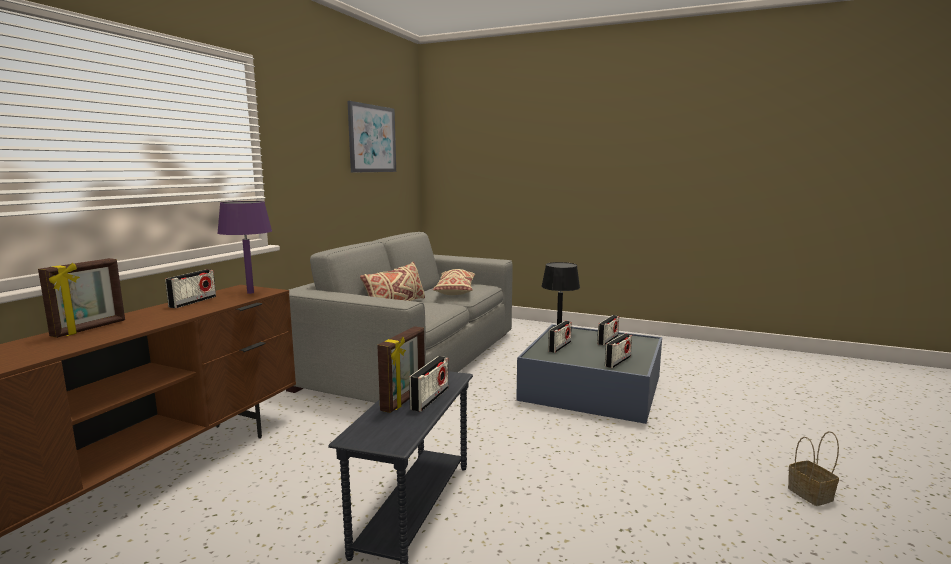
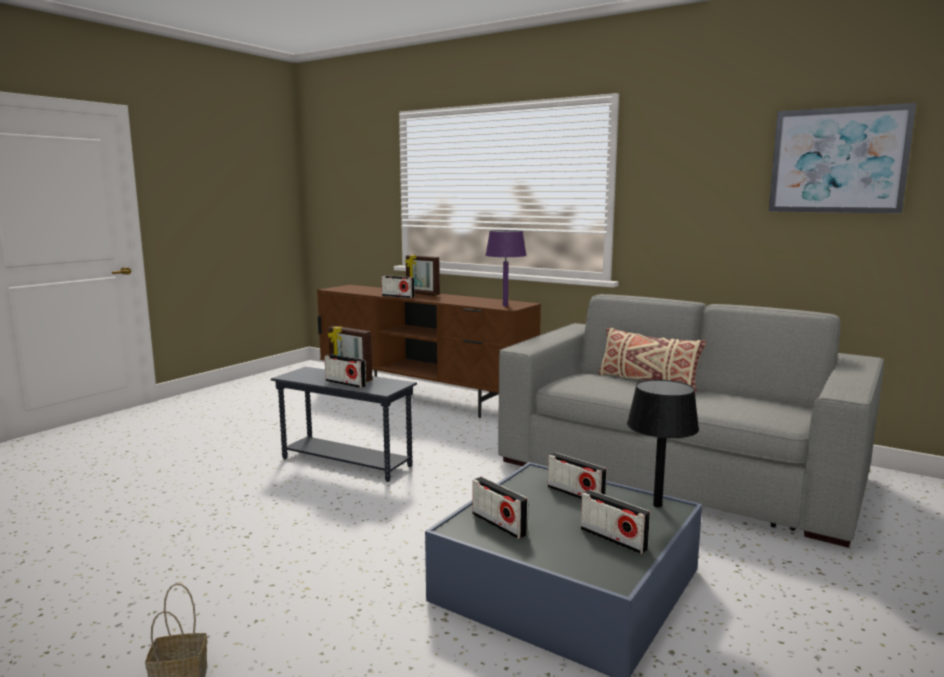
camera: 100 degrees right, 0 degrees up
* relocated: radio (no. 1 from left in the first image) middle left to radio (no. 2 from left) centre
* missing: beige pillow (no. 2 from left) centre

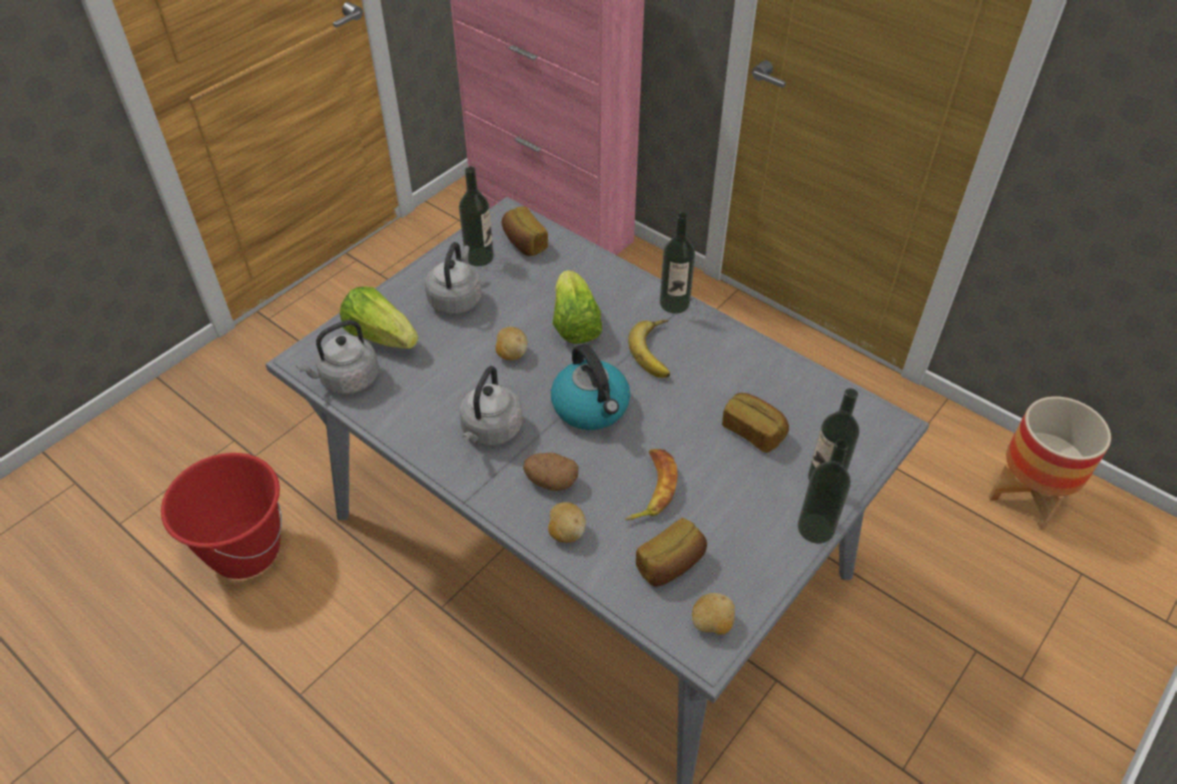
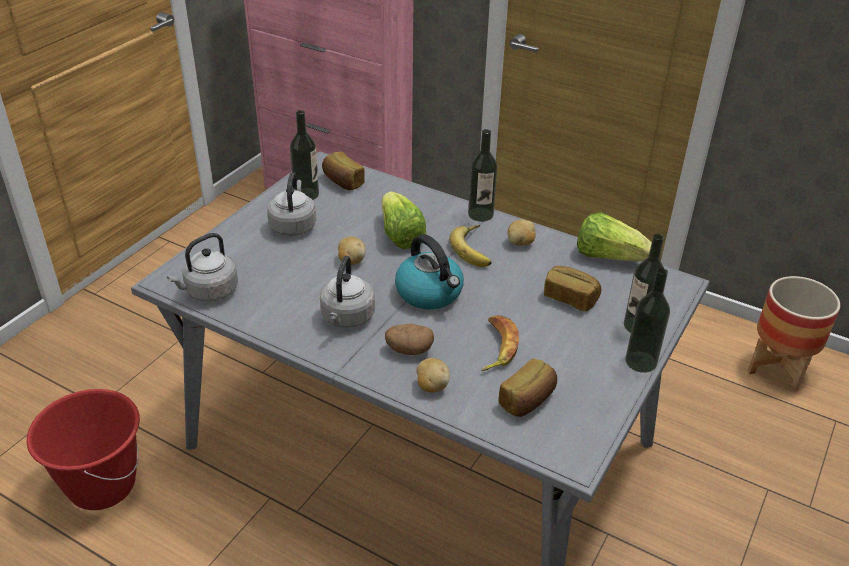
camera: 10 degrees left, 10 degrees down
* relocated: potato (no. 4 from left) bottom centre to centre
* relocated: lettuce (no. 1 from left in the first image) middle left to lettuce (no. 2 from left) middle right

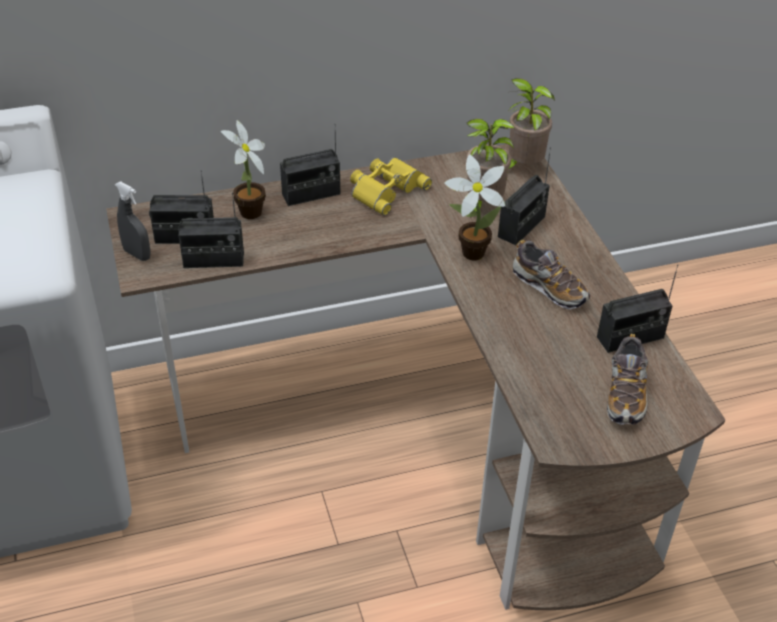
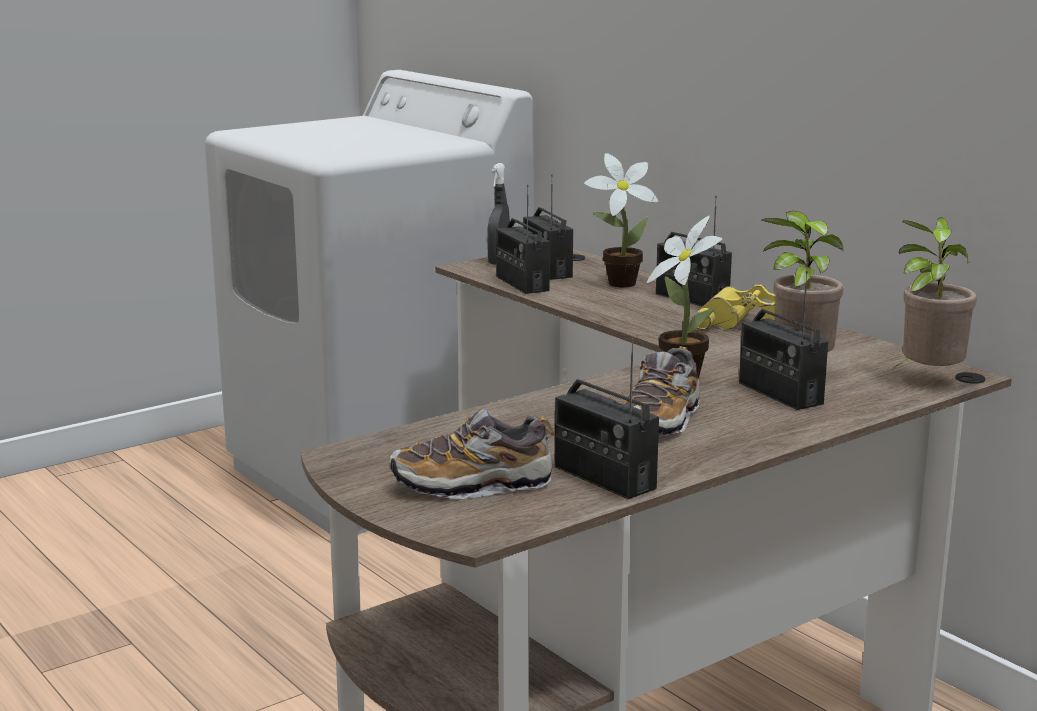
camera: 70 degrees right, 25 degrees down
* spun: radio (no. 4 from left in the first image) top right = middle right 45 degrees clockwise

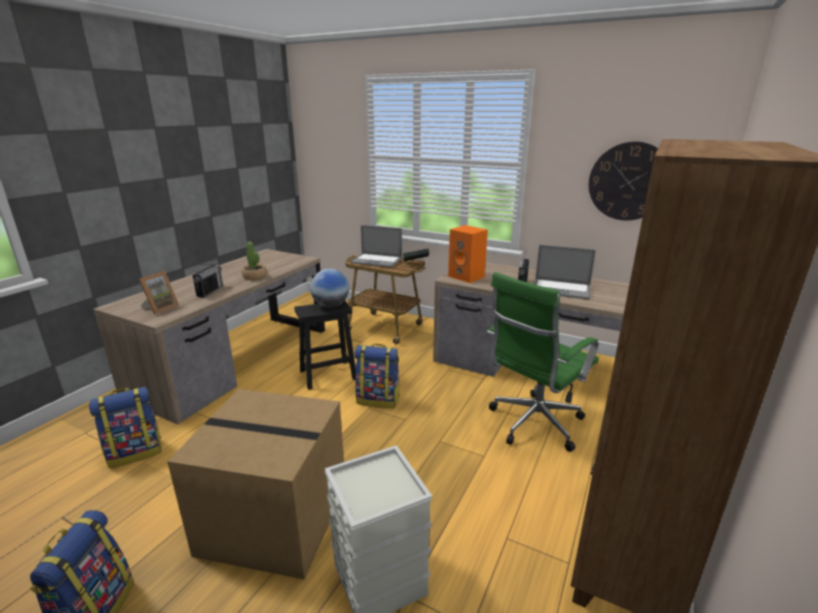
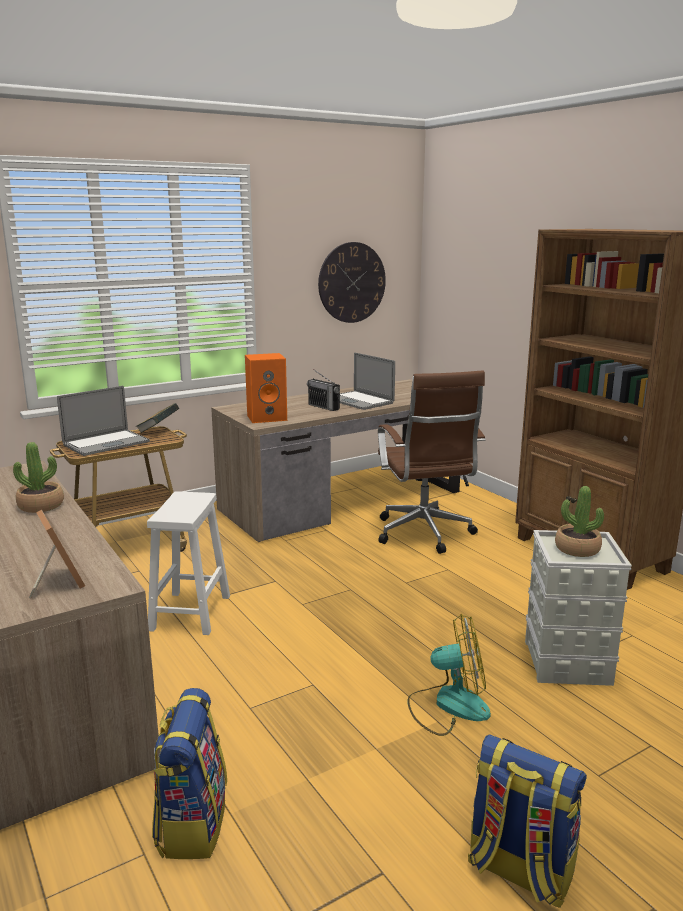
camera: 60 degrees left, 5 degrees down
* colour: blackish sitting stool centre to whitish sitting stool middle left
* spun: notebook computer (no. 2 from left) middle right = centre 90 degrees clockwise
* colour: green office chair centre to brownish office chair centre
* exchanged: packing box bottom left to electric fan bottom centre
* appeared: plant in a pot (no. 2 from left) middle right
* missing: radio (no. 1 from left) middle left
* missing: globe centre
* missing: rucksack (no. 3 from left) centre

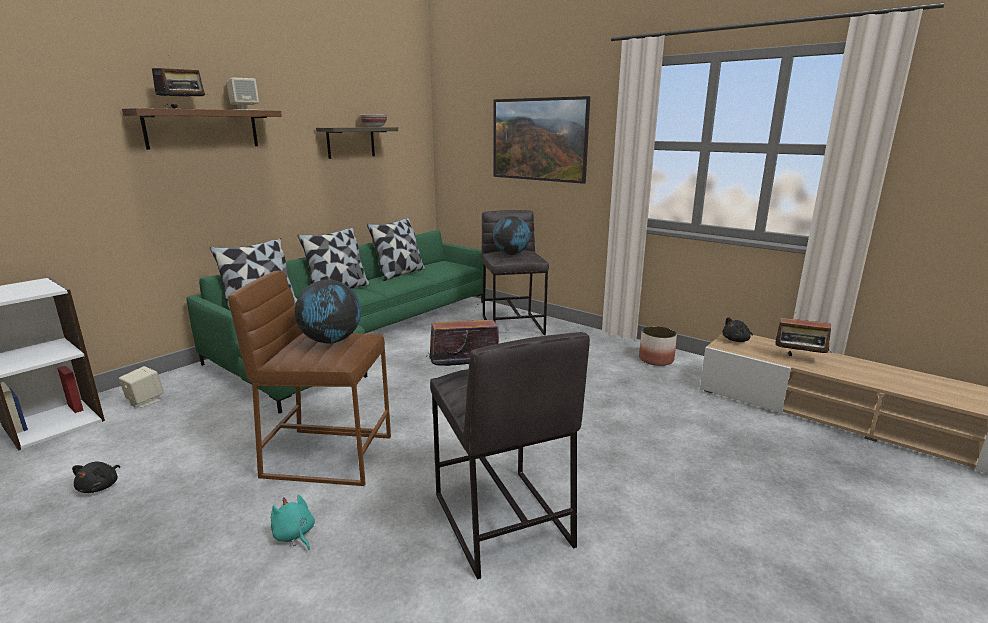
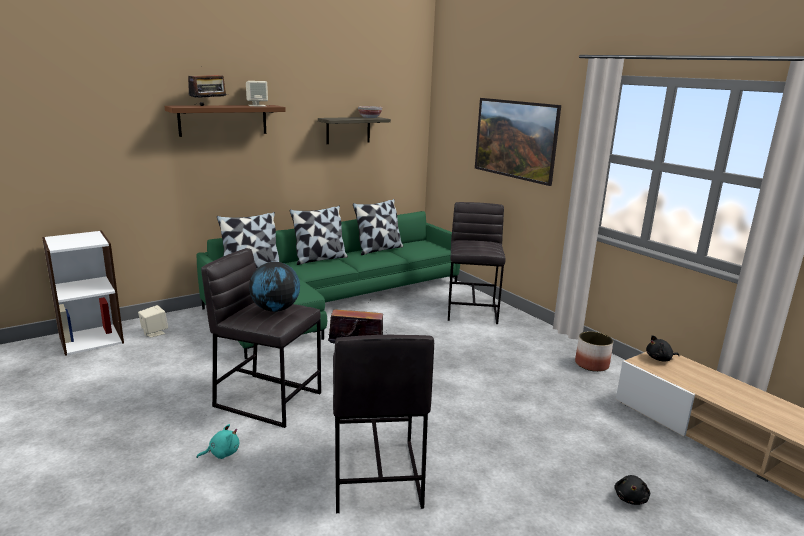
camera: 15 degrees right, 0 degrees up
* spun: blue-green cuddly toy bottom left = bottom left 90 degrees clockwise
* colour: brownish sitting stool middle left to greyish sitting stool (no. 1 from left) middle left
* relocated: blackish cuddly toy (no. 1 from left) bottom left to bottom right
* missing: globe (no. 2 from left) centre
* missing: radio (no. 3 from left) middle right

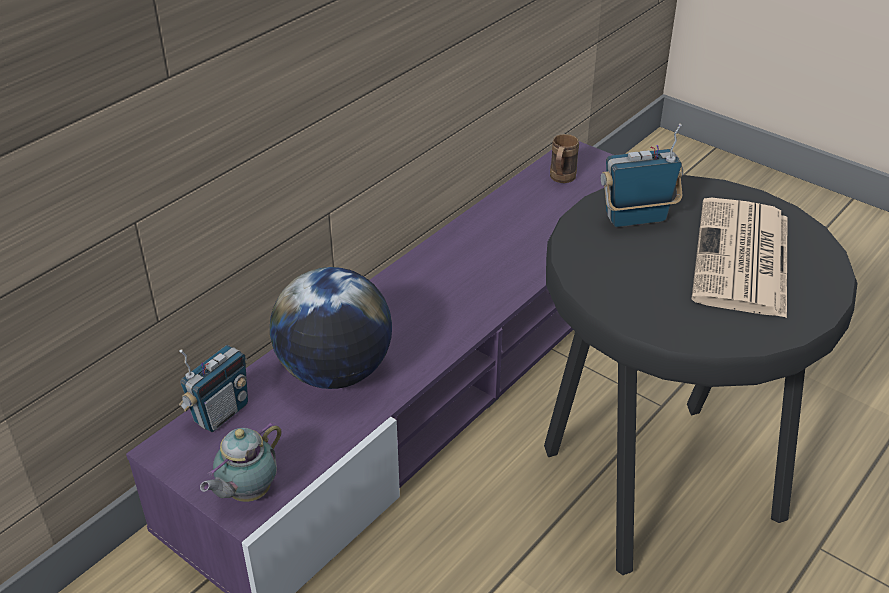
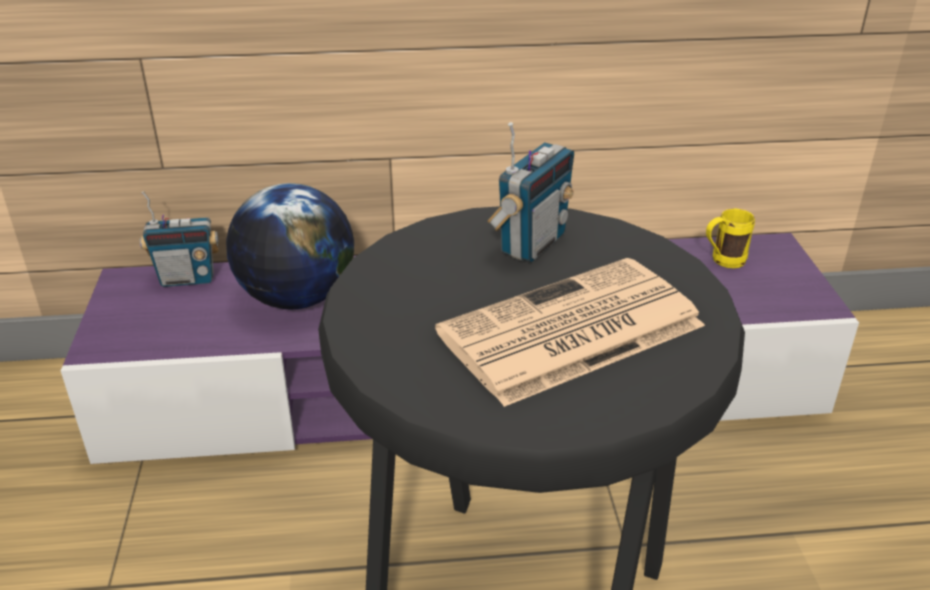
camera: 45 degrees right, 5 degrees down
* spun: radio (no. 2 from left) top right = top centre 90 degrees clockwise
* colour: brownish mug top centre to yellow mug middle right
* missing: tea pot bottom left

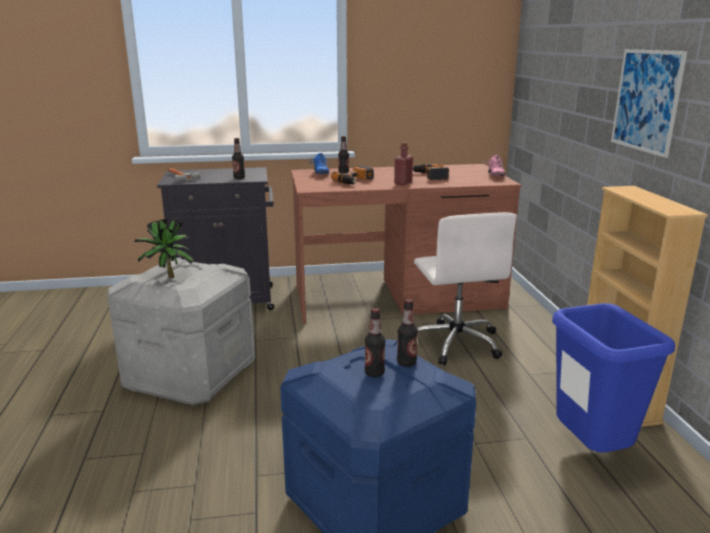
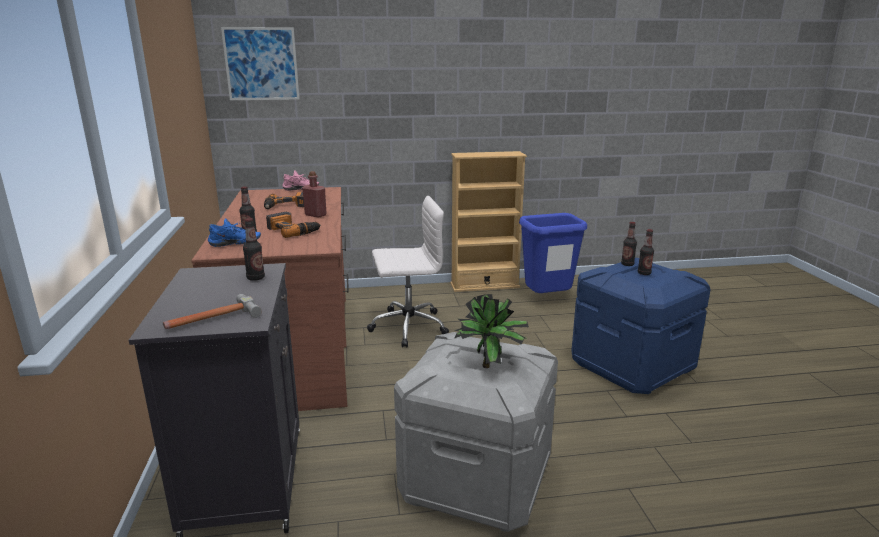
camera: 90 degrees left, 0 degrees up
* relocated: wall art top right to top left

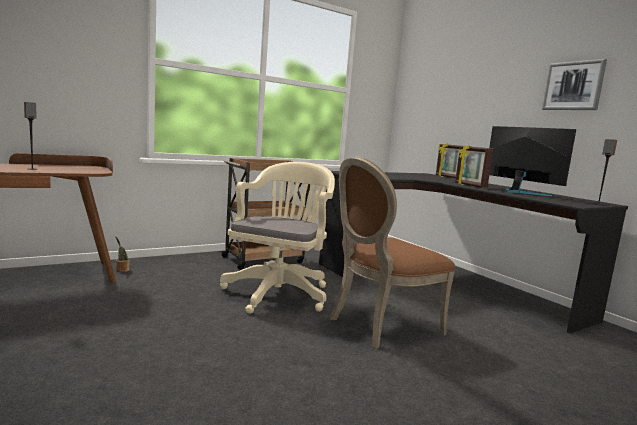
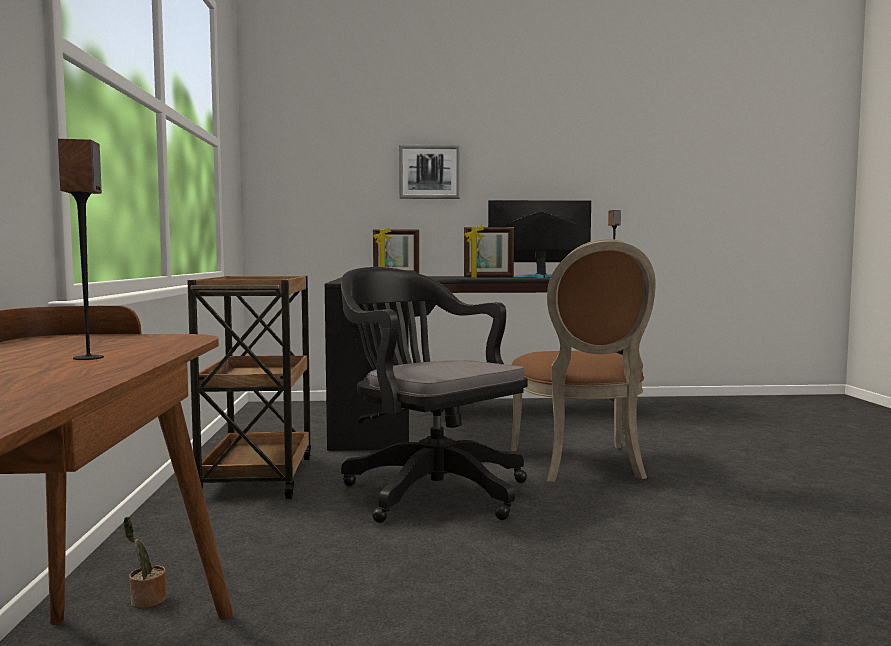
camera: 60 degrees left, 5 degrees down
* colour: beige office chair centre to blackish office chair centre
* relocated: wall art top right to top centre

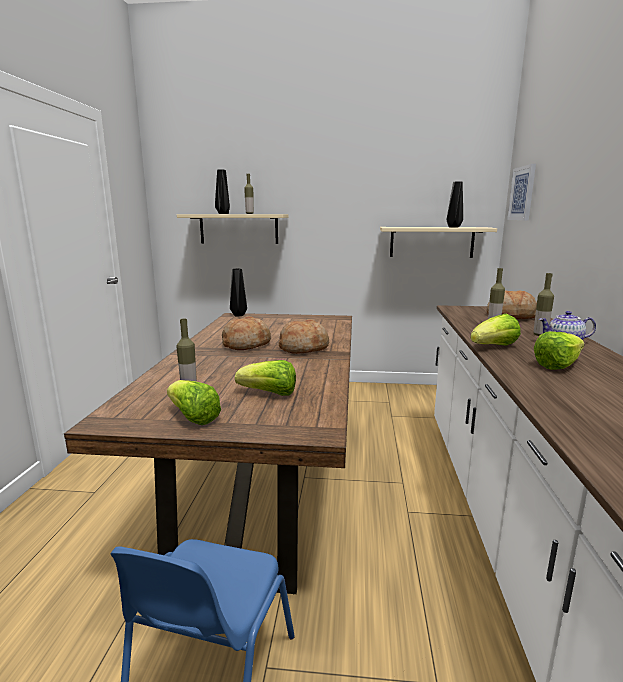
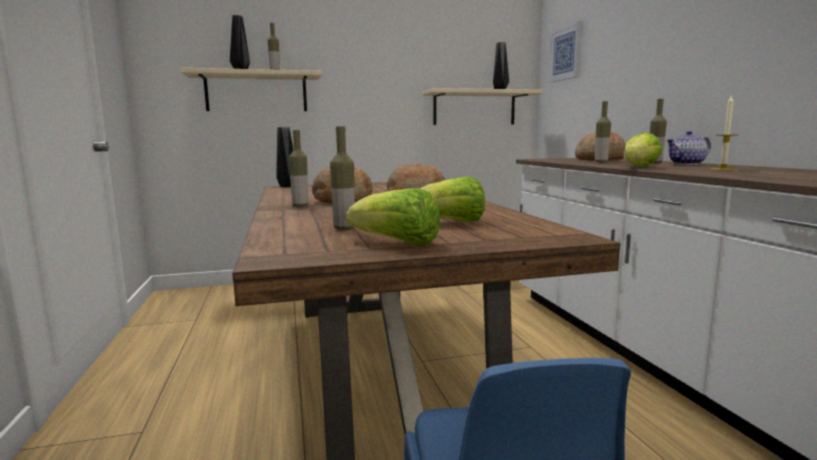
camera: 20 degrees left, 5 degrees down
* appeared: drink bottle (no. 2 from left) centre
* exchanged: lettuce (no. 4 from left) middle right to wax light top right

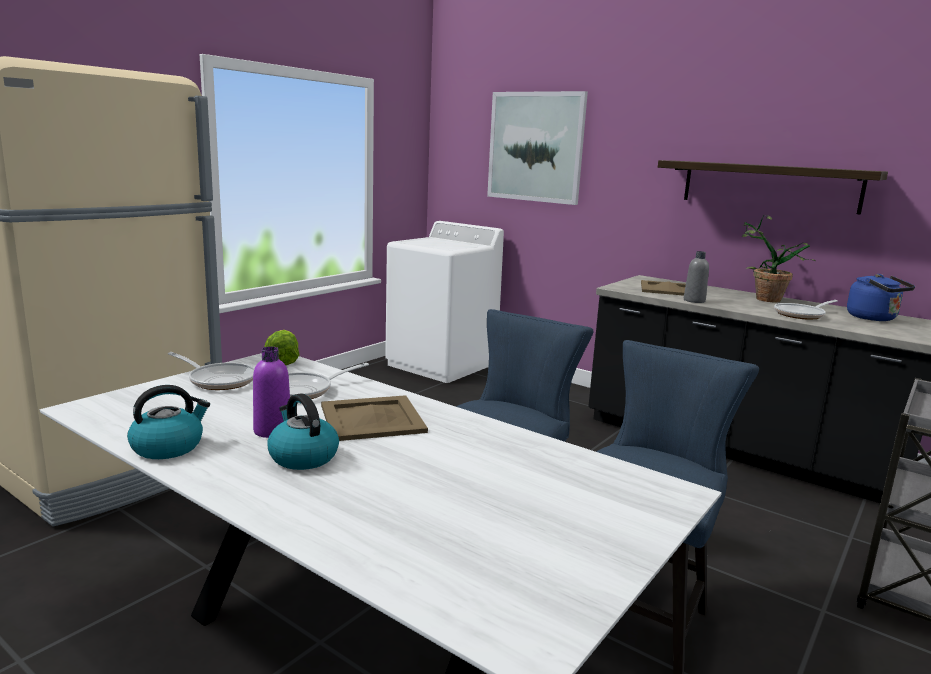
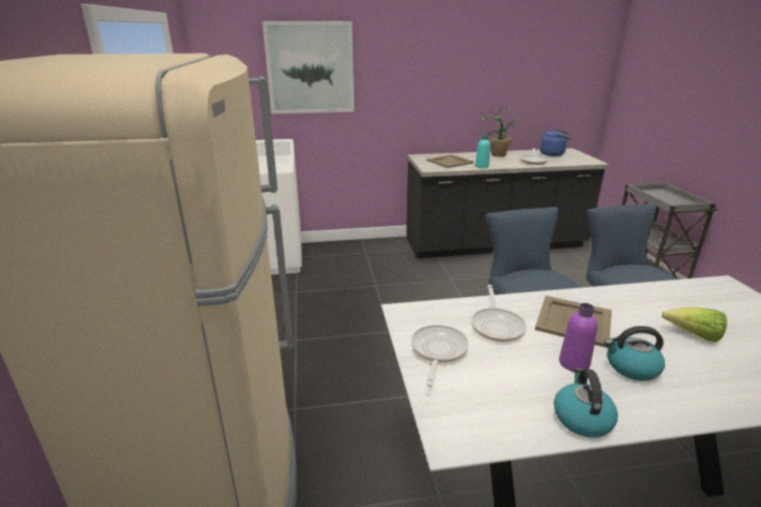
camera: 45 degrees left, 10 degrees up
* spun: skillet (no. 1 from left) middle left = bottom centre 60 degrees counterclockwise
* colour: greyish drink bottle middle right to blue-green drink bottle top centre
* relocated: lettuce middle left to middle right
* missing: bracket shelf top right

